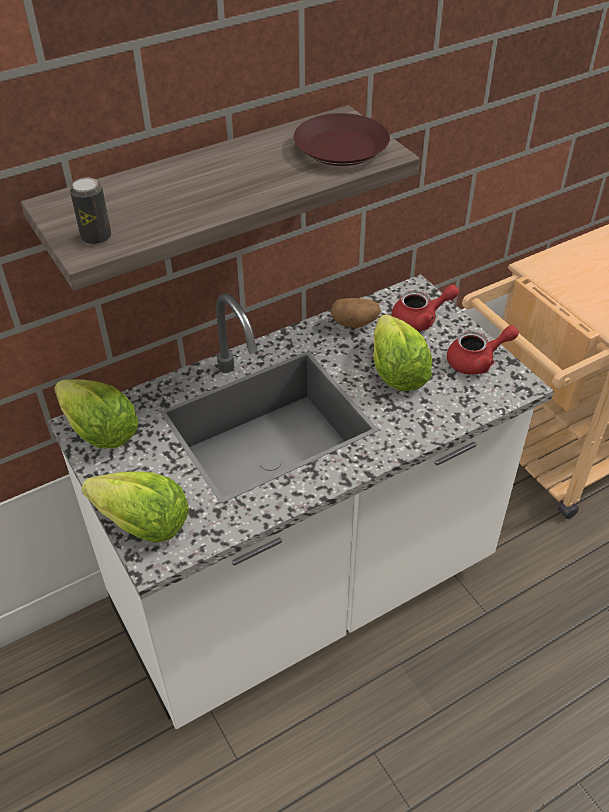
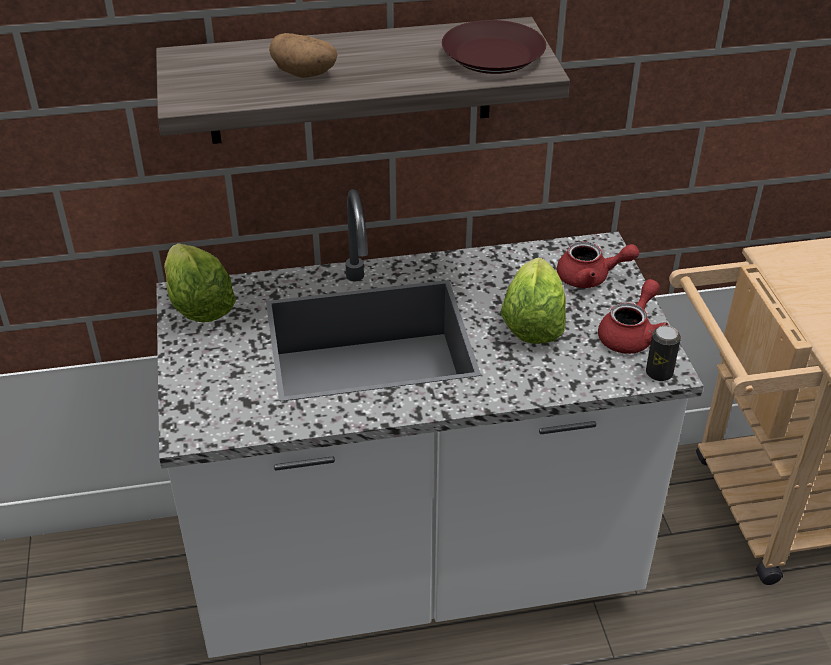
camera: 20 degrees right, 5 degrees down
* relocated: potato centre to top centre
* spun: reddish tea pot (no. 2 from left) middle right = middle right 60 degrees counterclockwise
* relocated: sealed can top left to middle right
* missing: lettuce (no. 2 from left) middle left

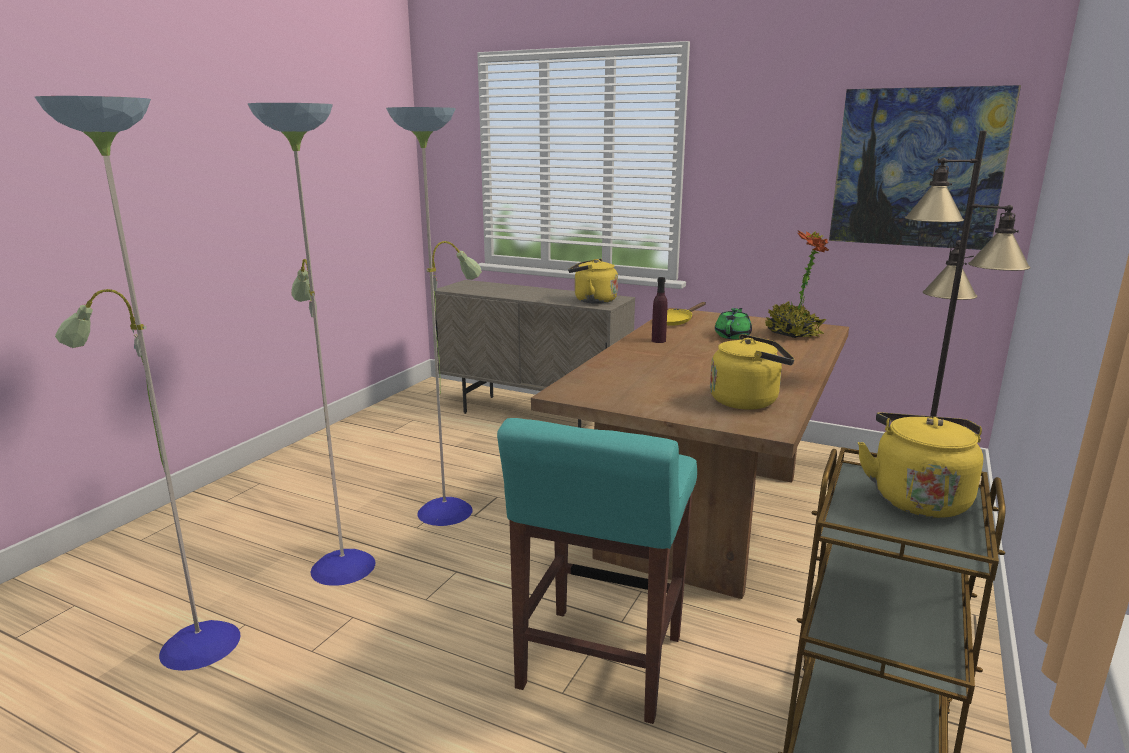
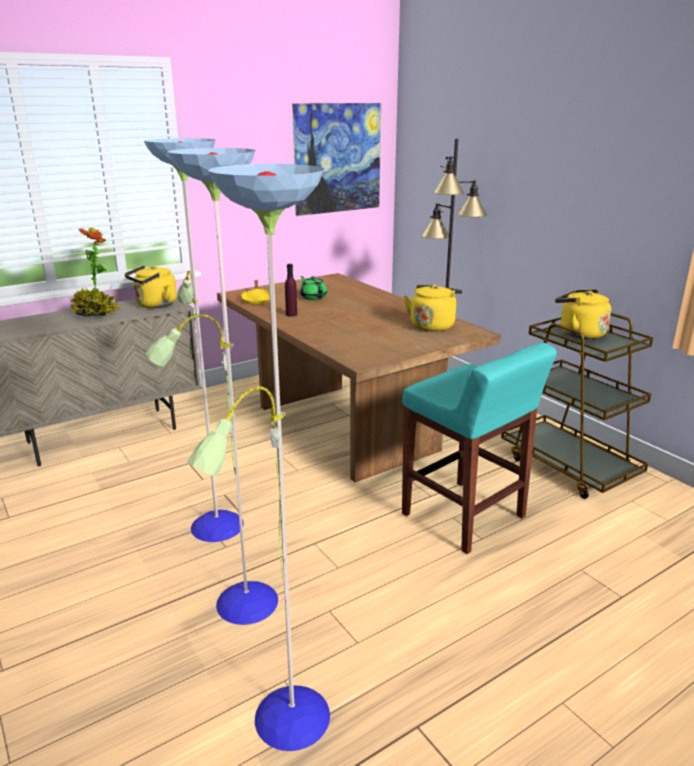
camera: 60 degrees left, 5 degrees up
* relocated: plant in a pot middle right to middle left

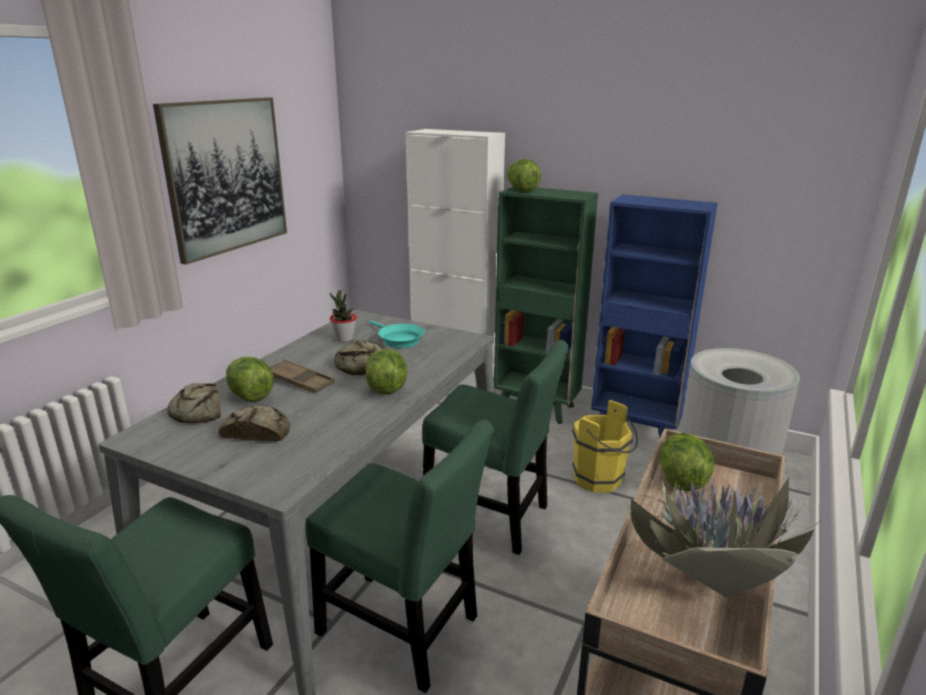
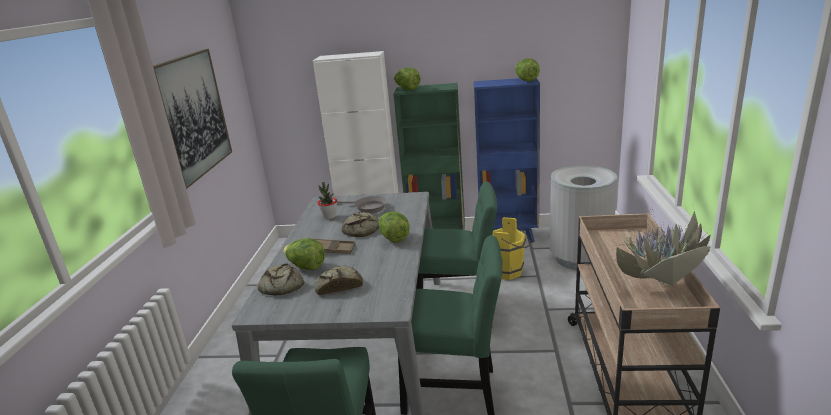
camera: 20 degrees left, 0 degrees up
* colour: blue-green skillet centre to greyish skillet centre
* relocated: lettuce (no. 4 from left) middle right to top centre

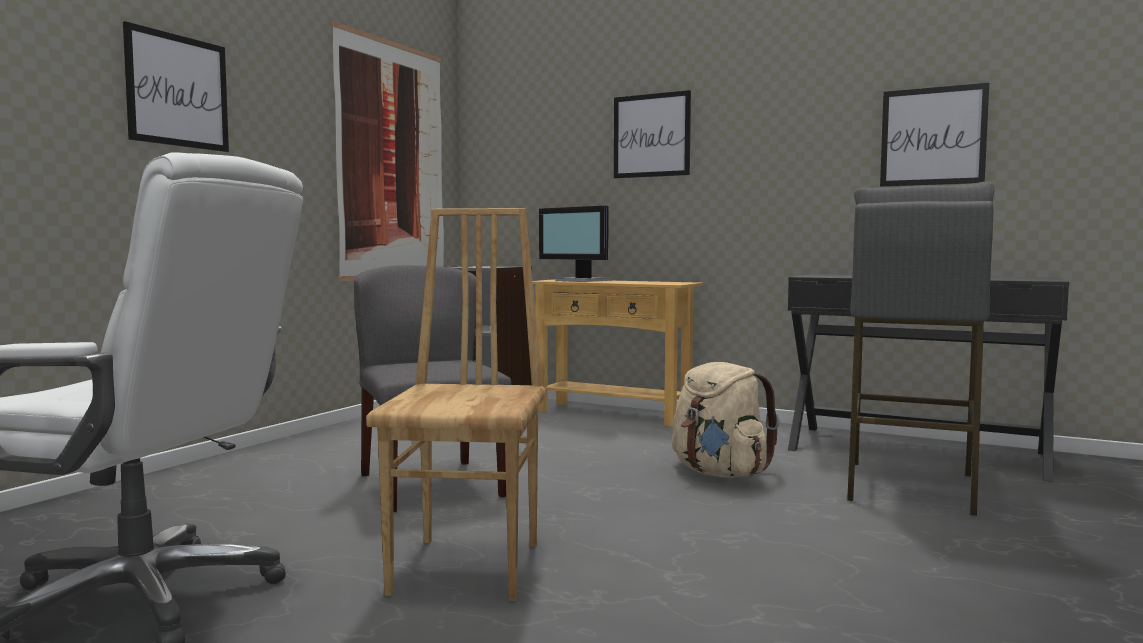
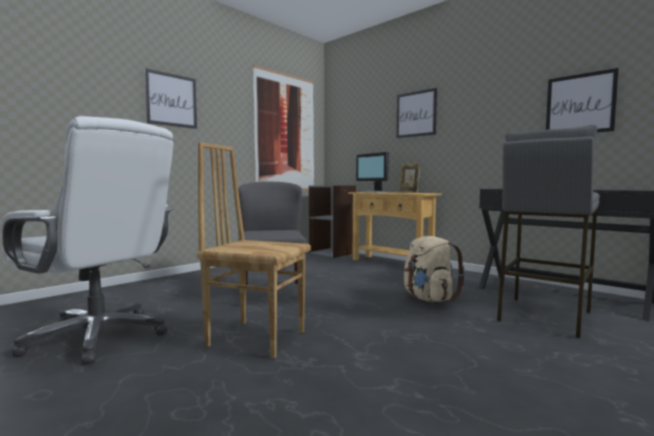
camera: 15 degrees right, 0 degrees up
* spun: brownish upright chair centre = centre 90 degrees counterclockwise
* appeared: standing frame centre

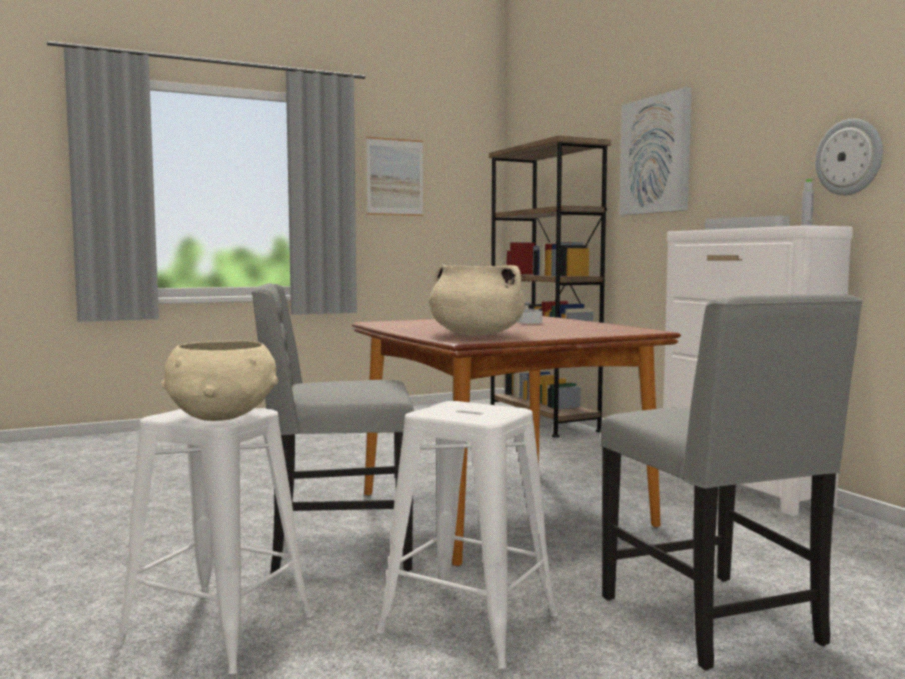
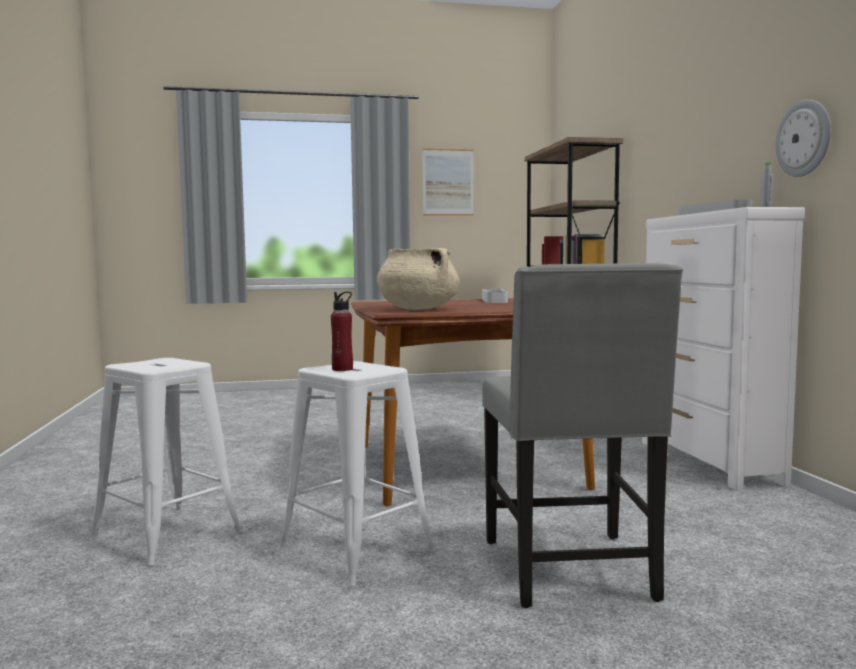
camera: 15 degrees right, 0 degrees up
* appeared: reddish drink bottle centre
* missing: beige bowl middle left
* missing: greyish upright chair (no. 1 from left) centre
* missing: wall art (no. 2 from left) top right

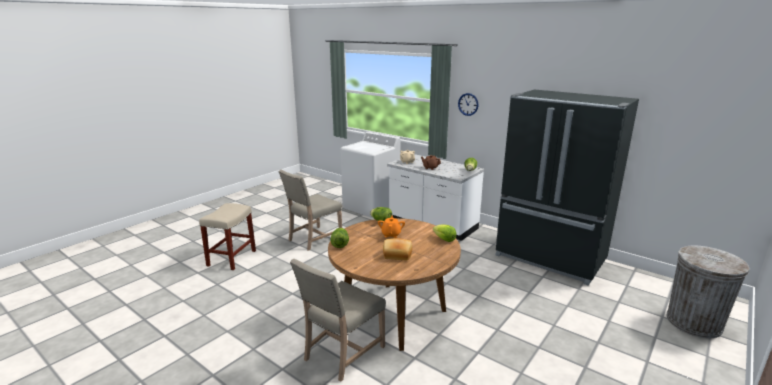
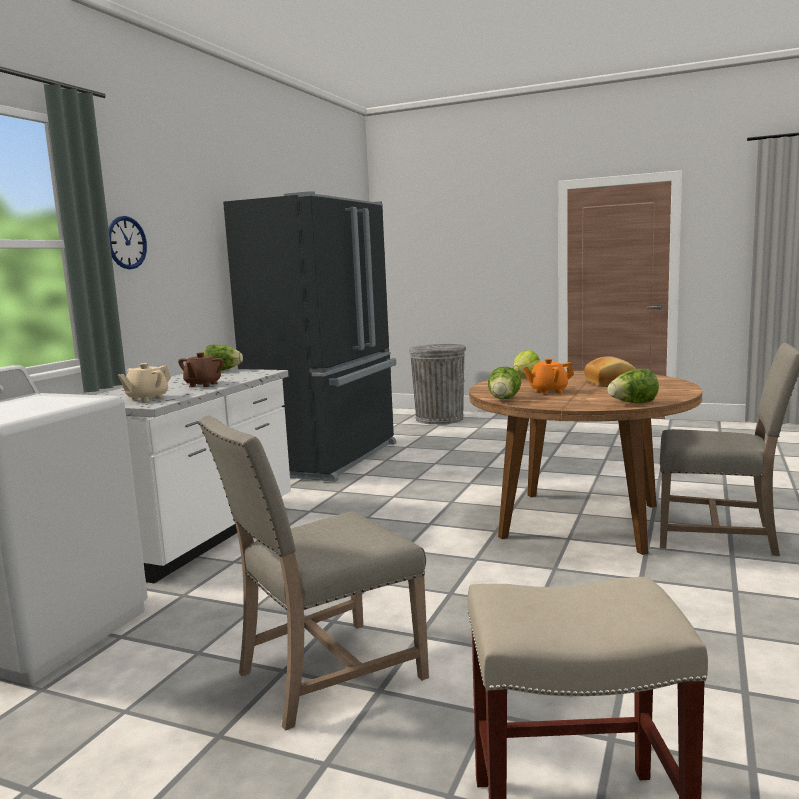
camera: 105 degrees left, 10 degrees down
* spun: beige upright chair (no. 1 from left) centre = bottom centre 120 degrees clockwise

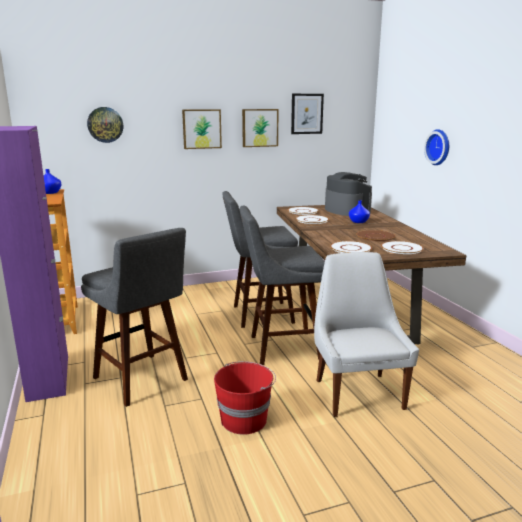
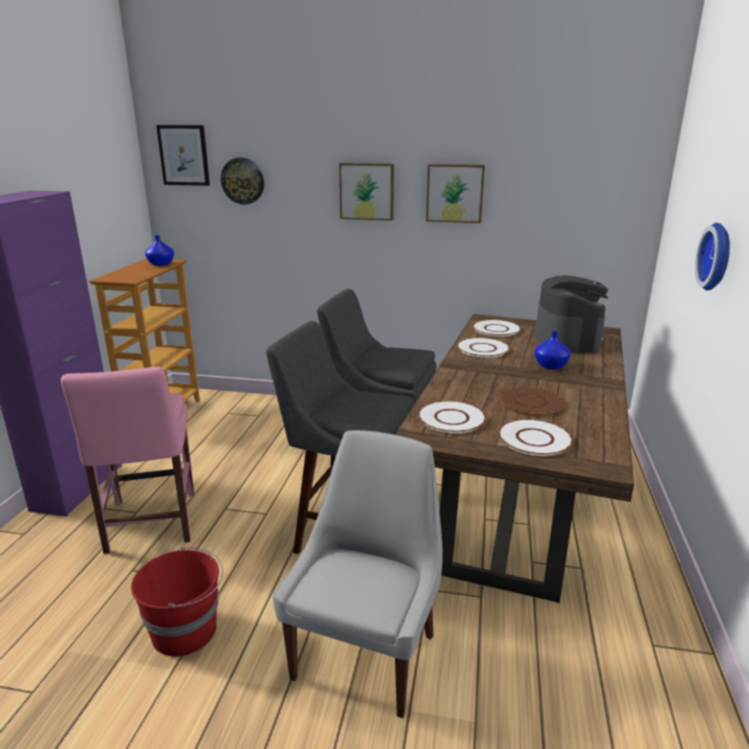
camera: 30 degrees right, 5 degrees up
* exchanged: greyish sitting stool (no. 1 from left) middle left to pink-coloured upright chair middle left
* relocated: wall art (no. 3 from left in the first image) top centre to wall art (no. 1 from left) top left

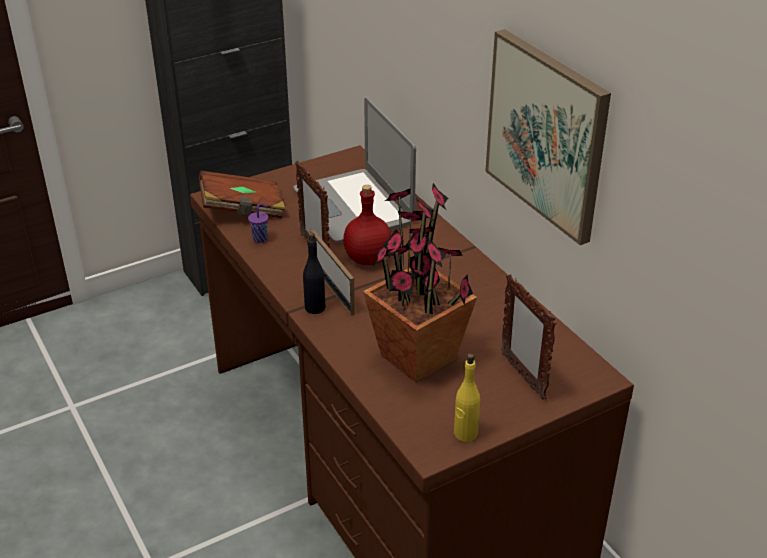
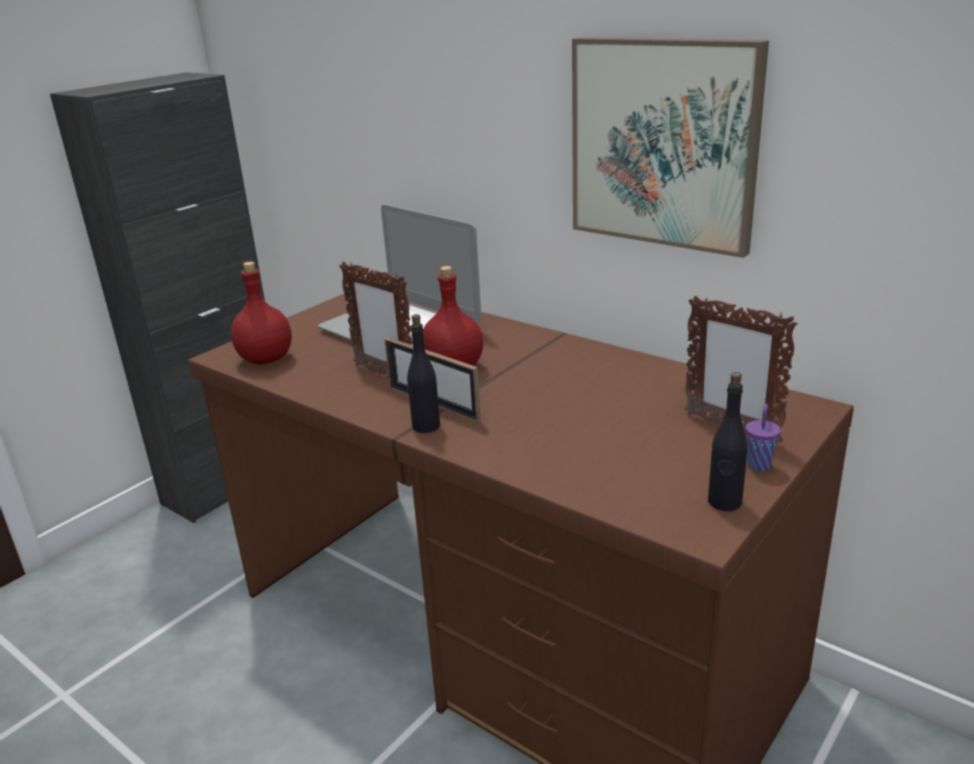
camera: 20 degrees left, 10 degrees down
* exchanged: brownish bound book middle left to reddish drink bottle (no. 1 from left) middle left
* colour: yellow drink bottle bottom centre to blackish drink bottle (no. 2 from left) middle right
* relocated: purplish drinking cup centre to middle right
* missing: plant in a pot centre

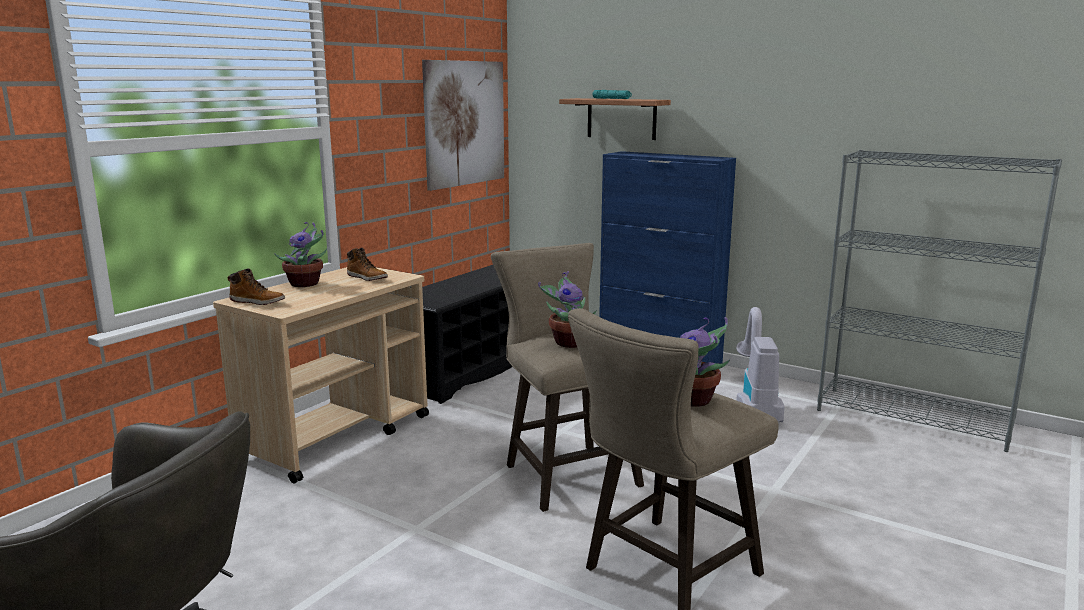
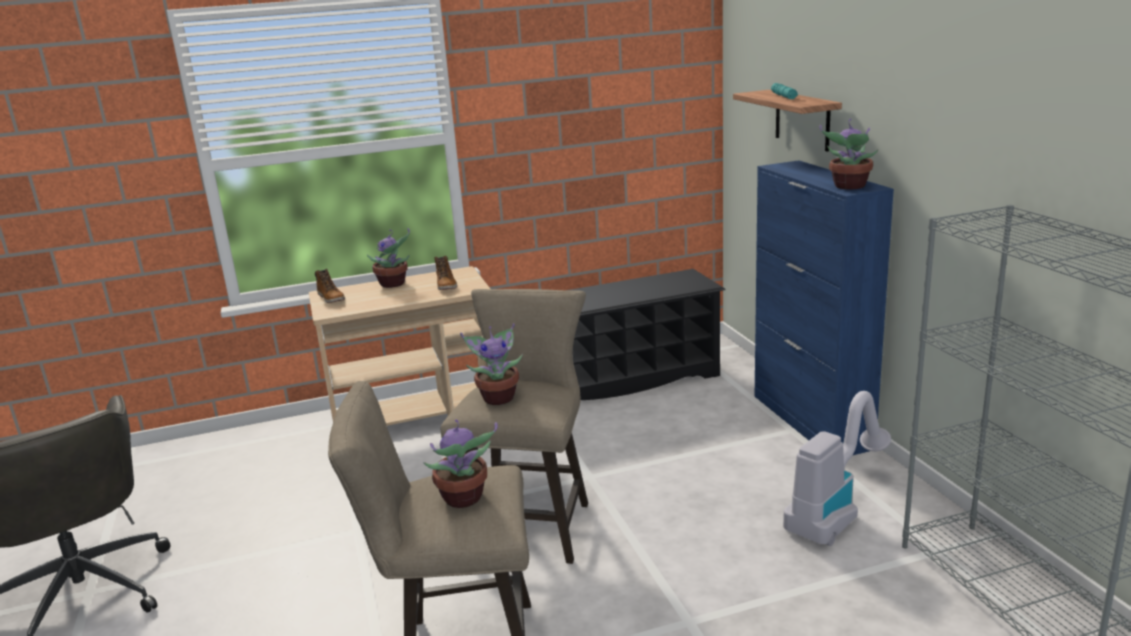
camera: 40 degrees right, 5 degrees up
* appeared: plant in a pot (no. 4 from left) top right
* missing: wall art top centre

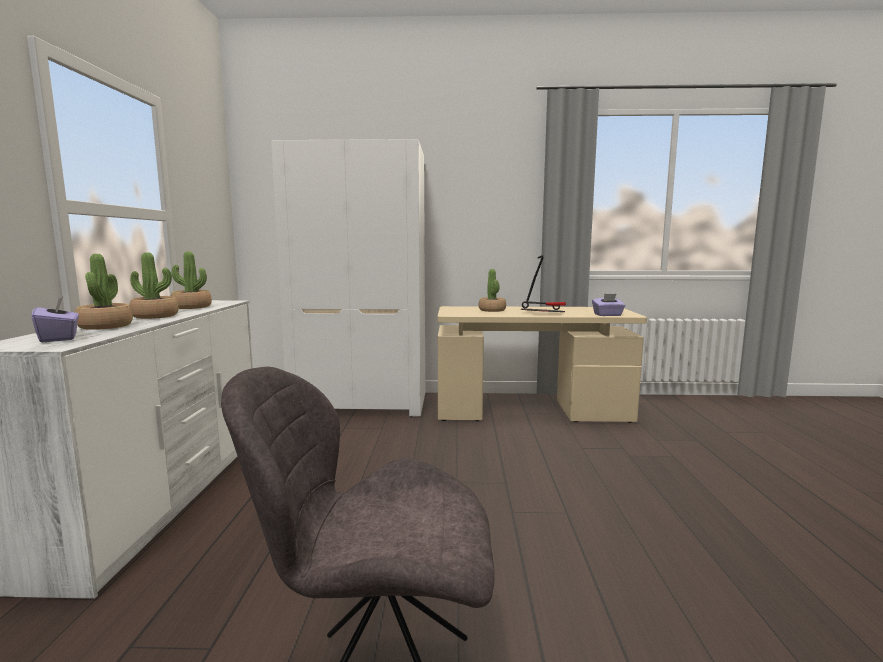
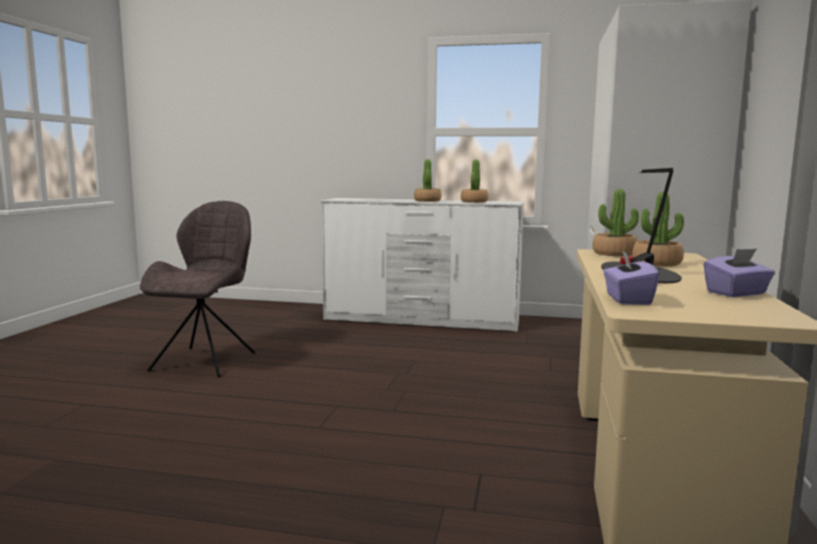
camera: 100 degrees right, 0 degrees up
* relocated: plant in a pot (no. 1 from left in the first image) middle left to plant in a pot (no. 3 from left) middle right
* relocated: purplish tissue box (no. 1 from left in the first image) middle left to purplish tissue box (no. 2 from left) middle right

